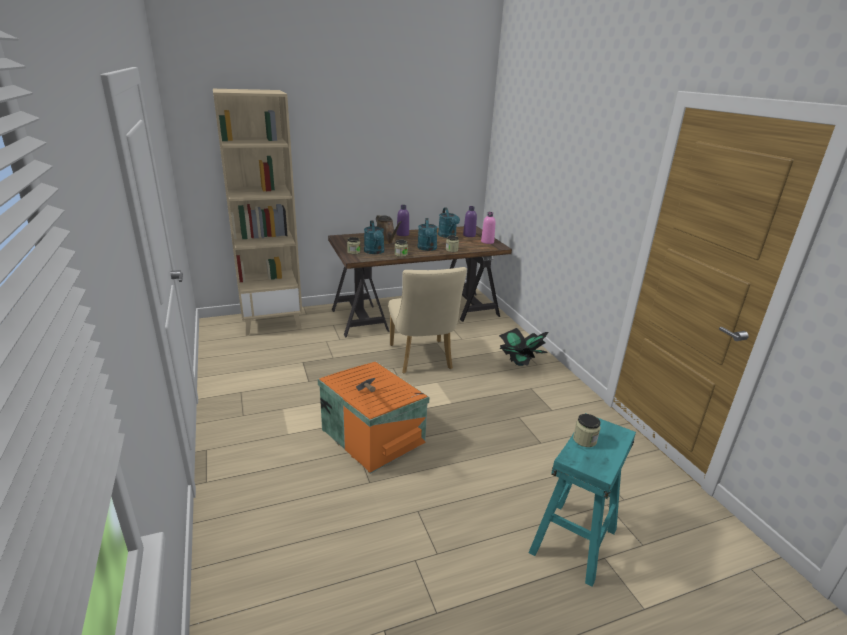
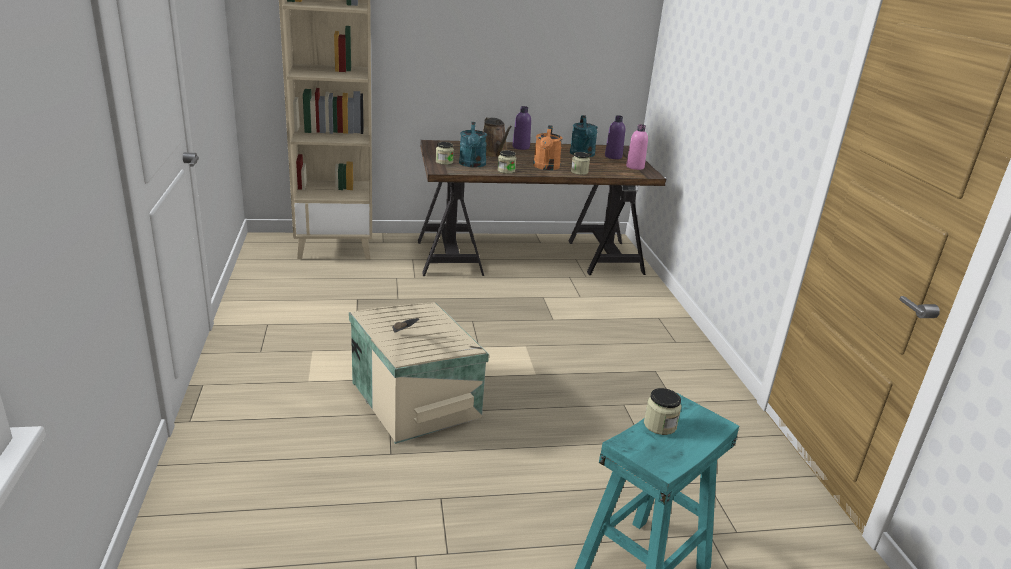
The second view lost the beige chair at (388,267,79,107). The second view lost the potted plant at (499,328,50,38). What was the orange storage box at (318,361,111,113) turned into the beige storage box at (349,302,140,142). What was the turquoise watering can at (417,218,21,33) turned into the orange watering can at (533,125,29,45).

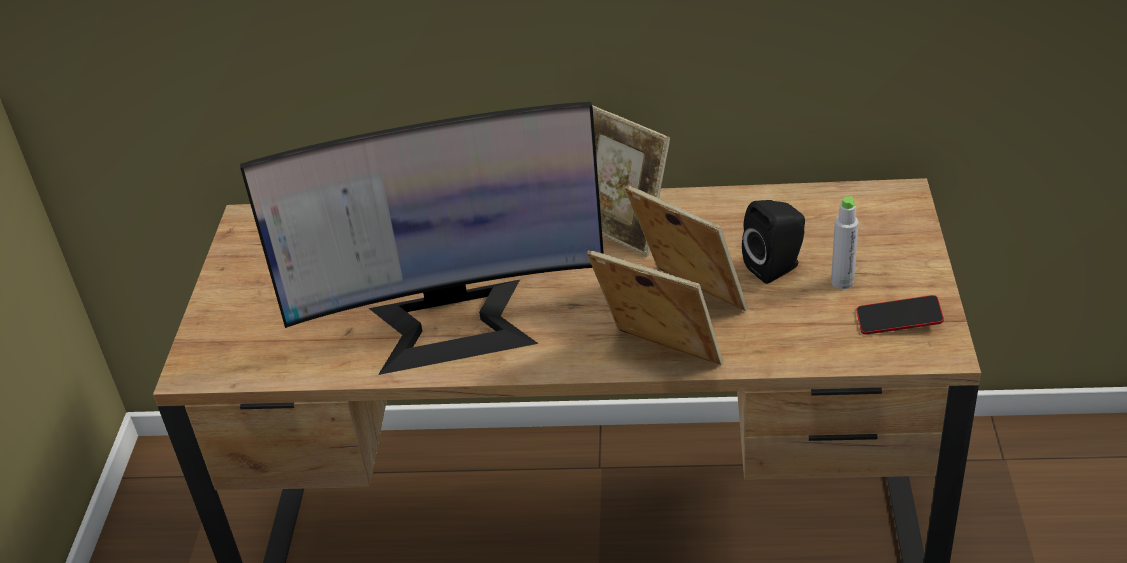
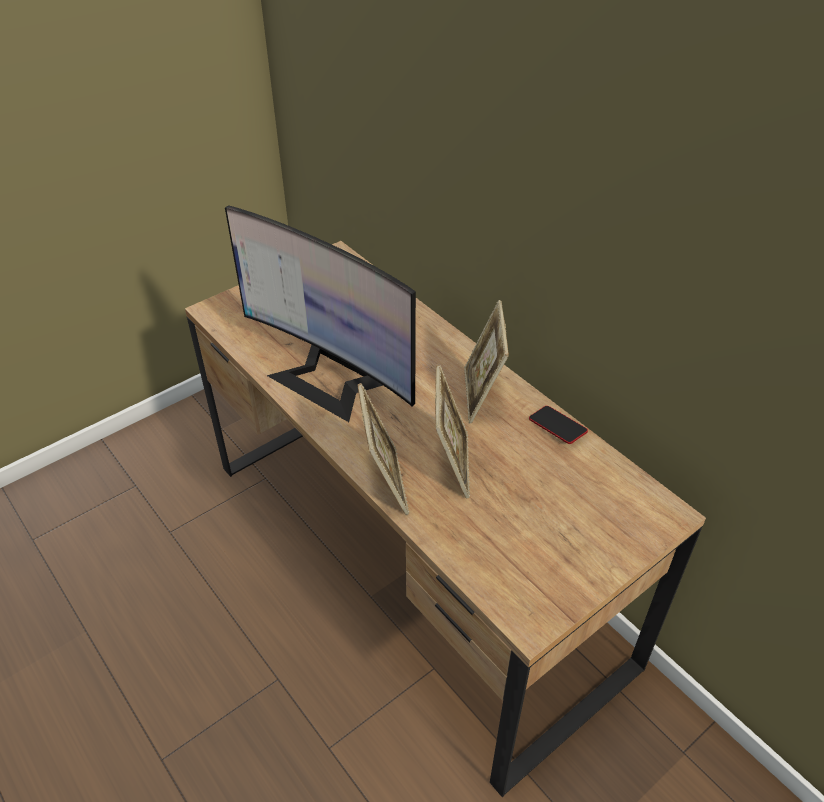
The second view lost the black speaker at (742,200,63,84). The second view lost the grey bottle at (831,196,28,93). The phone ended up elsewhere, having gone from (856,295,88,40) to (529,406,59,38).

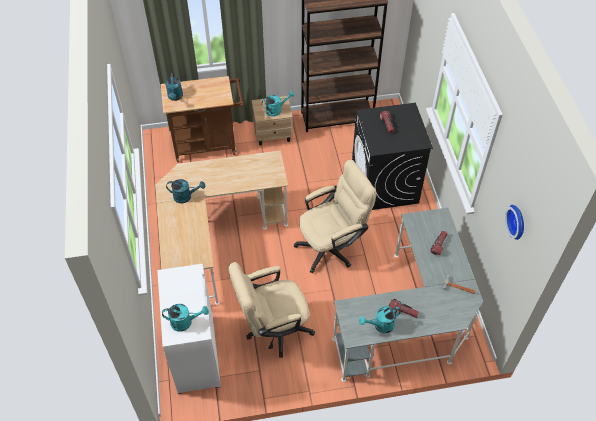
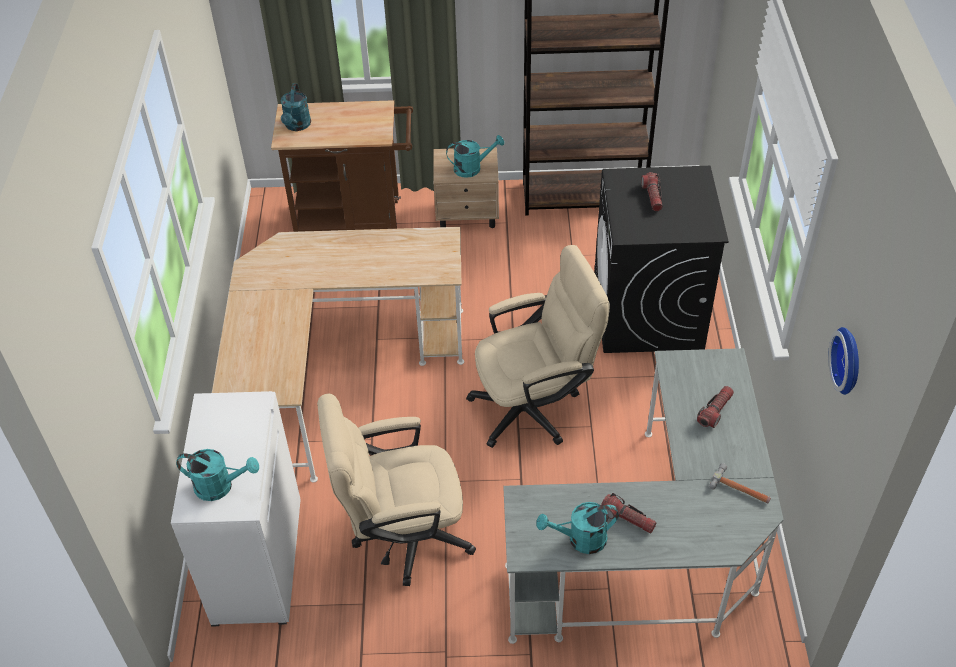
The second view lost the turquoise watering can at (166,179,39,24).

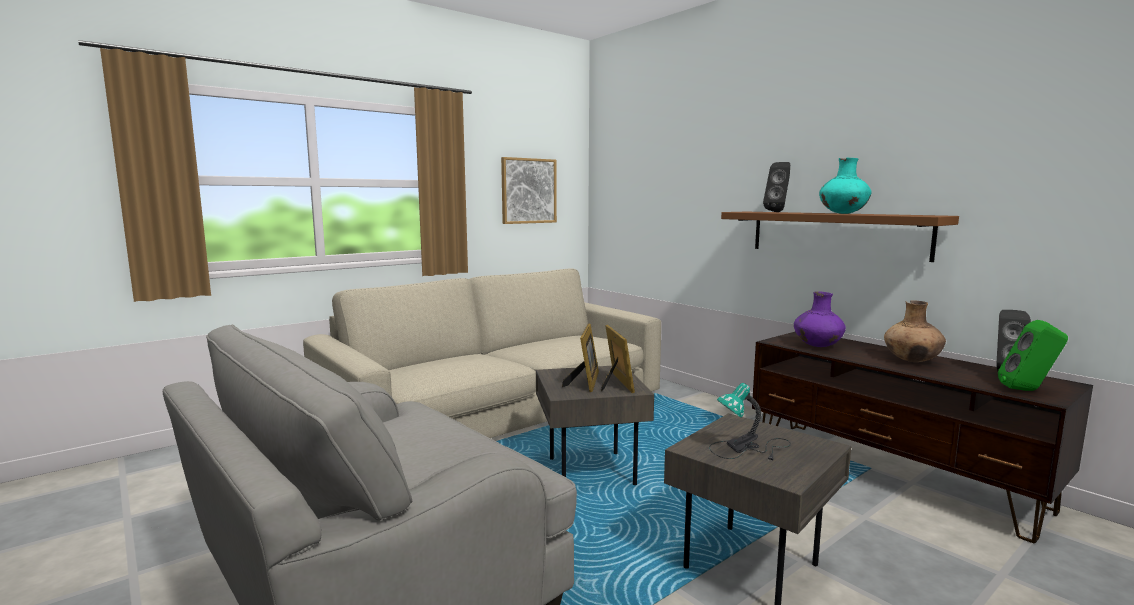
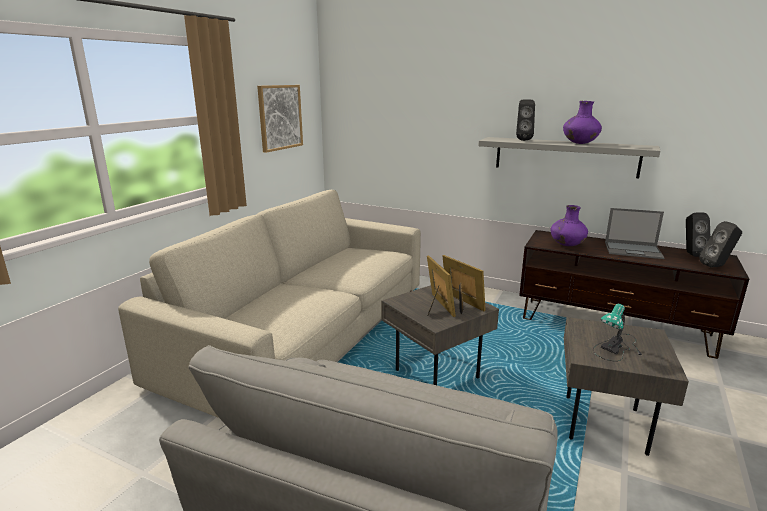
Where the brown vase stood at (884,300,62,62), the laptop came to stand at (605,208,59,51). What was the brown shelf at (721,212,238,50) turned into the grey shelf at (478,137,182,41). What was the turquoise vase at (819,158,53,56) turned into the purple vase at (563,101,39,43). What was the green speaker at (998,320,70,71) turned into the black speaker at (699,221,43,47).

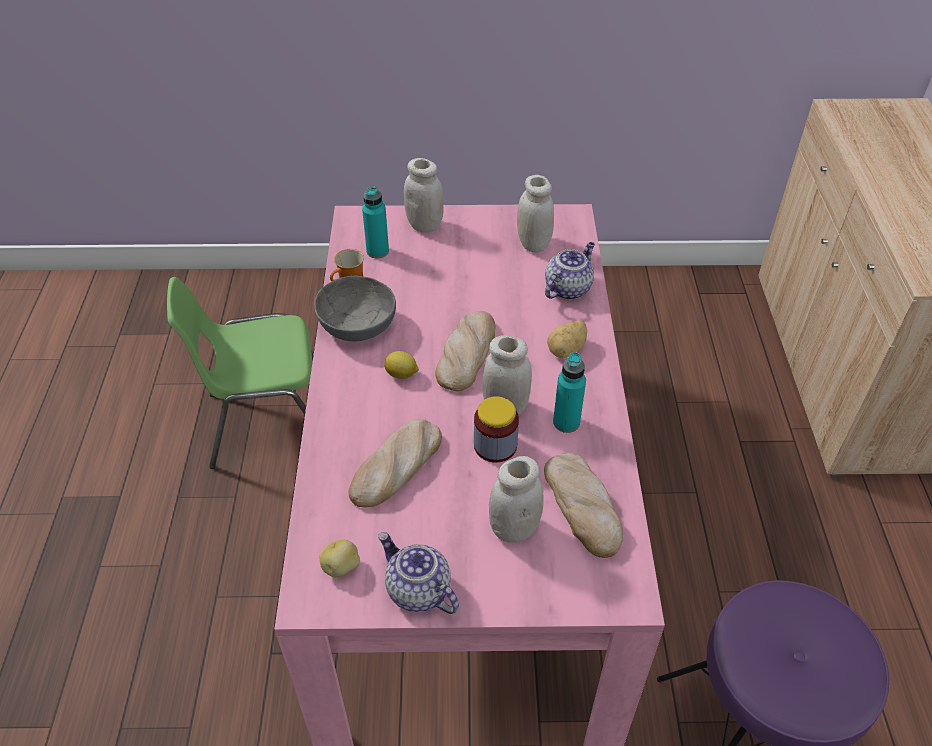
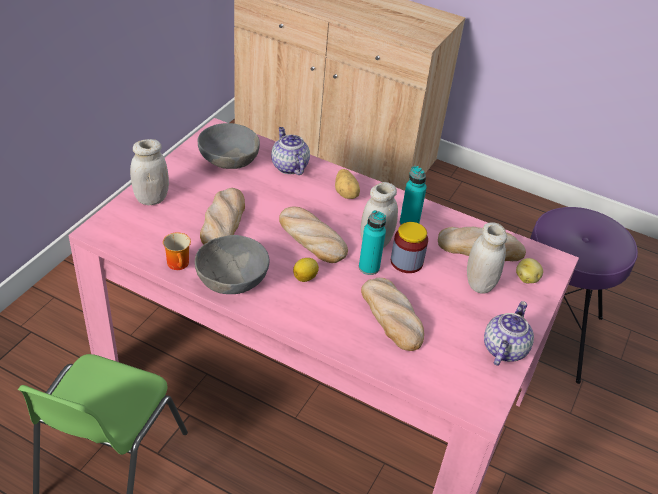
The second view gained the bread at (200,188,45,57). The potato ended up elsewhere, having gone from (320,539,40,38) to (516,258,27,25). The turquoise bottle ended up elsewhere, having gone from (362,186,27,73) to (359,210,27,65). Where the white jar stood at (517,175,37,78), the grey bowl came to stand at (198,123,62,46). The teapot at (378,532,81,82) ended up facing another way, 135 degrees clockwise from before.

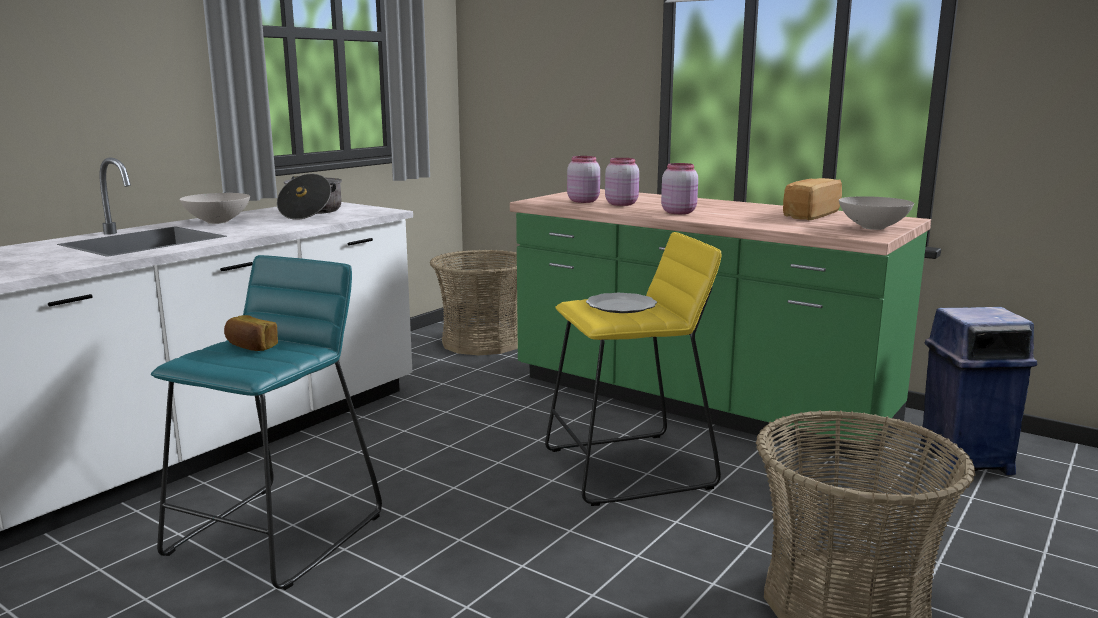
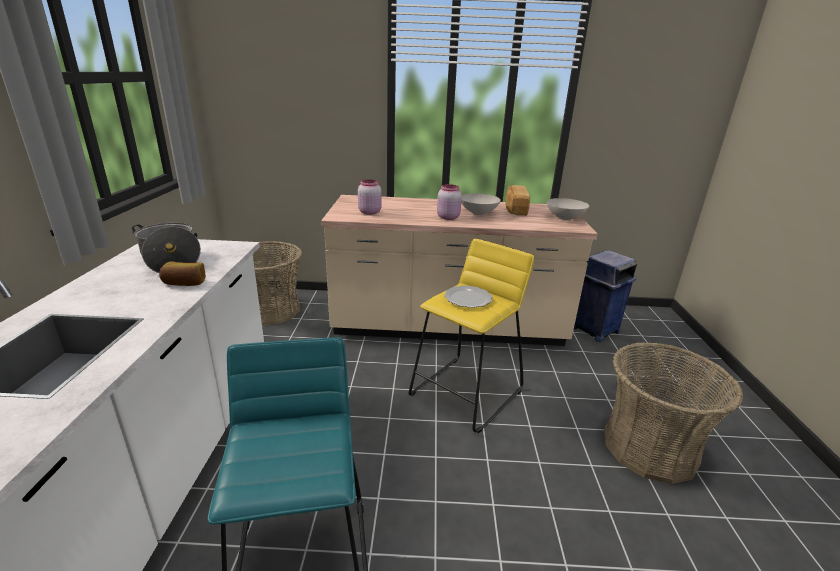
The second view lost the pink jar at (605,158,34,48). The white bowl ended up elsewhere, having gone from (180,193,70,31) to (461,194,40,21). The bread ended up elsewhere, having gone from (224,315,54,36) to (159,261,47,25). What was the green counter at (510,189,421,275) turned into the beige counter at (321,195,277,151).

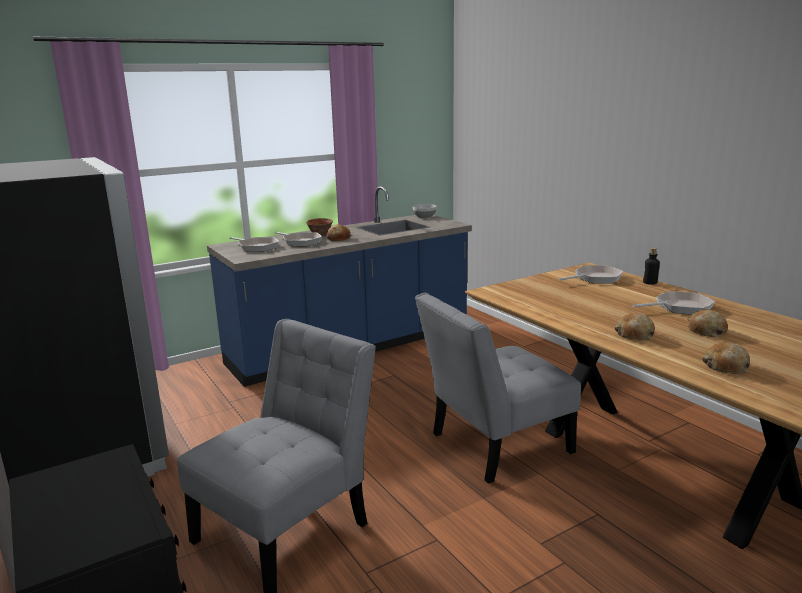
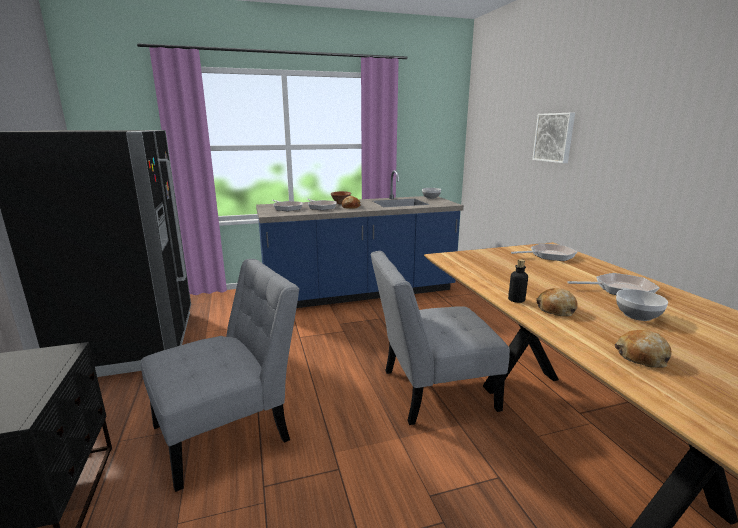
The second view gained the picture at (532,113,43,50). The bottle ended up elsewhere, having gone from (643,248,17,37) to (508,259,20,44). Where the bread stood at (688,310,40,27), the bowl came to stand at (616,289,52,32).

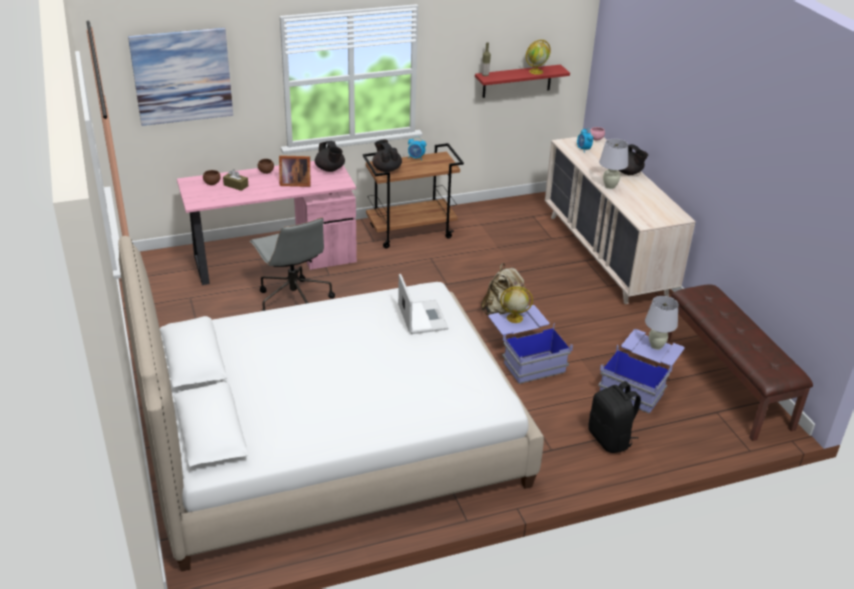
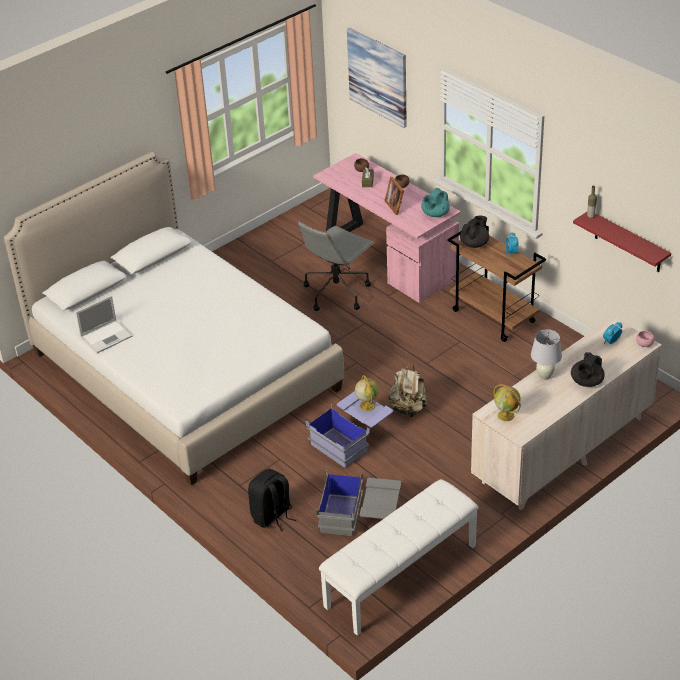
The second view lost the white table lamp at (645,296,33,54). The laptop ended up elsewhere, having gone from (398,274,50,60) to (75,296,57,58). The globe ended up elsewhere, having gone from (526,40,25,35) to (494,384,27,37). What was the black teapot at (315,141,30,31) turned into the turquoise teapot at (421,188,29,29). What was the blue storage box at (598,329,87,84) turned into the grey storage box at (316,470,85,66). What was the brown bench at (667,285,146,156) turned into the white bench at (319,479,160,157).

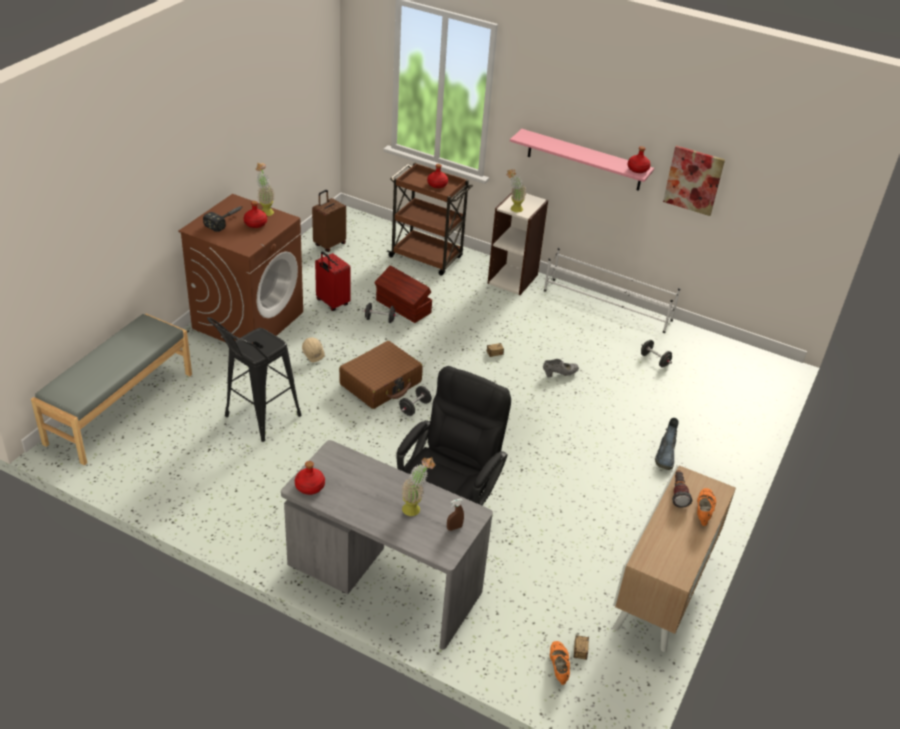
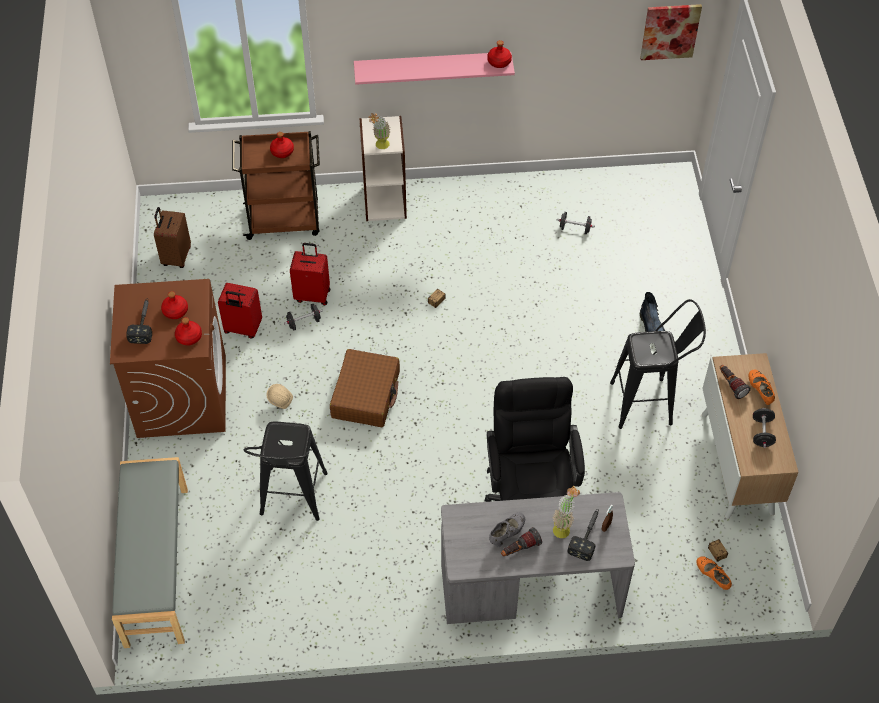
The second view lost the potted plant at (256,163,19,53). The second view lost the white shoe rack at (544,248,136,85). The second view gained the flashlight at (501,527,41,29). The second view gained the hammer at (567,509,32,52). The second view gained the black stool at (610,299,96,130). The red bottle ended up elsewhere, having gone from (295,461,30,34) to (175,317,27,29). The black dumbbell ended up elsewhere, having gone from (399,386,32,30) to (753,408,23,40). The grey shoe ended up elsewhere, having gone from (543,359,36,18) to (489,512,36,35). The picture ended up elsewhere, having gone from (663,146,62,70) to (640,4,62,56). Where the brown storage box stood at (374,265,58,58), the red suitcase came to stand at (290,243,41,62).

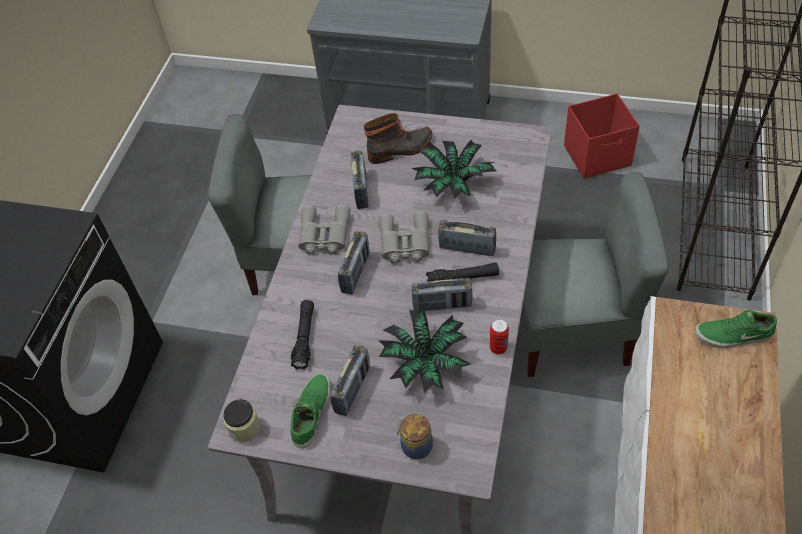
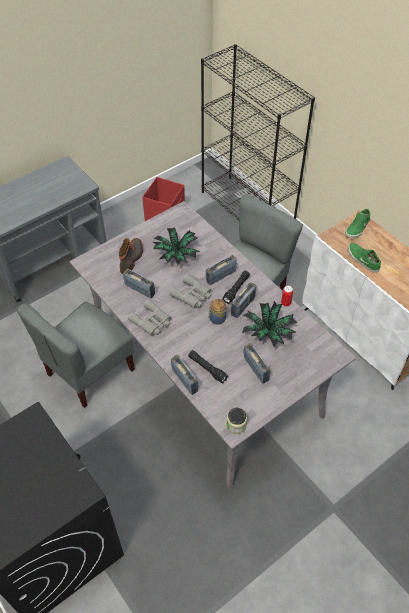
The green shoe ended up elsewhere, having gone from (291,374,40,74) to (348,243,33,30). The radio ended up elsewhere, having gone from (338,231,31,63) to (171,355,28,40). The jar ended up elsewhere, having gone from (397,414,36,46) to (208,299,18,26).

